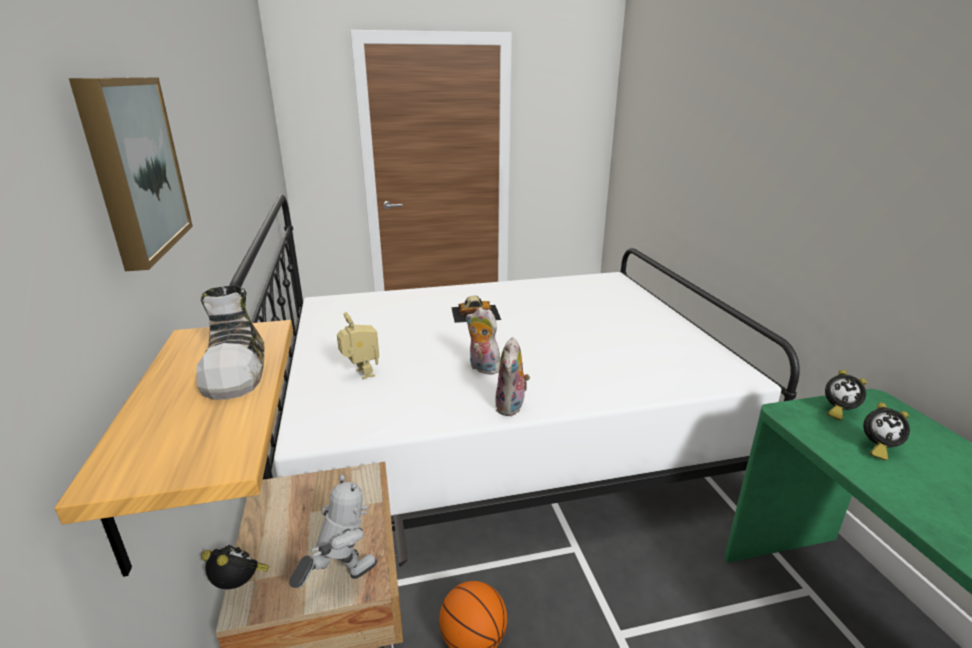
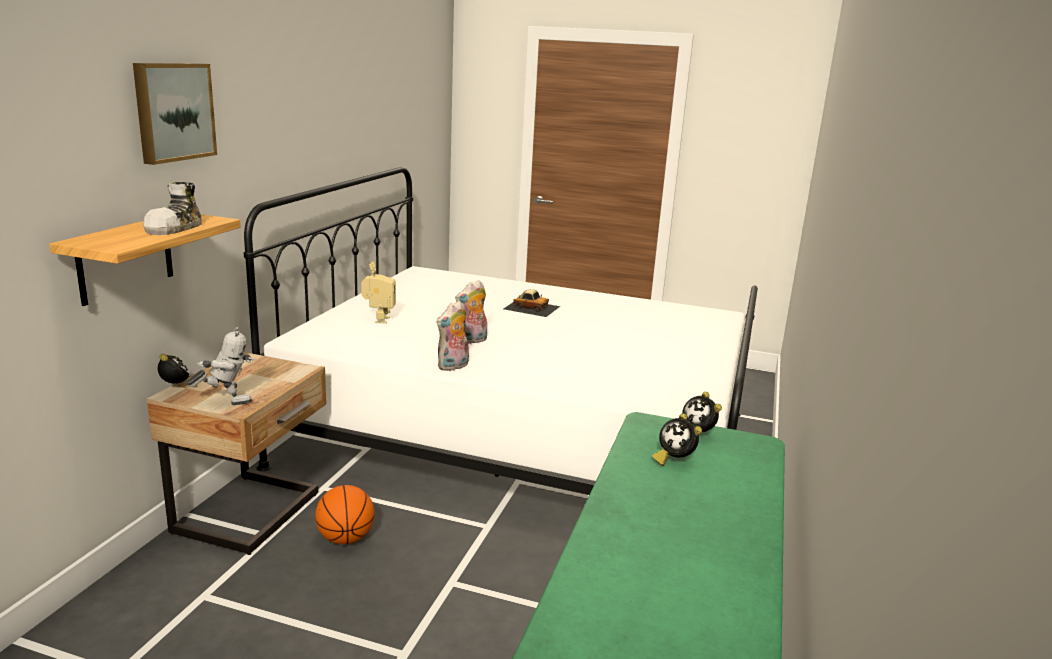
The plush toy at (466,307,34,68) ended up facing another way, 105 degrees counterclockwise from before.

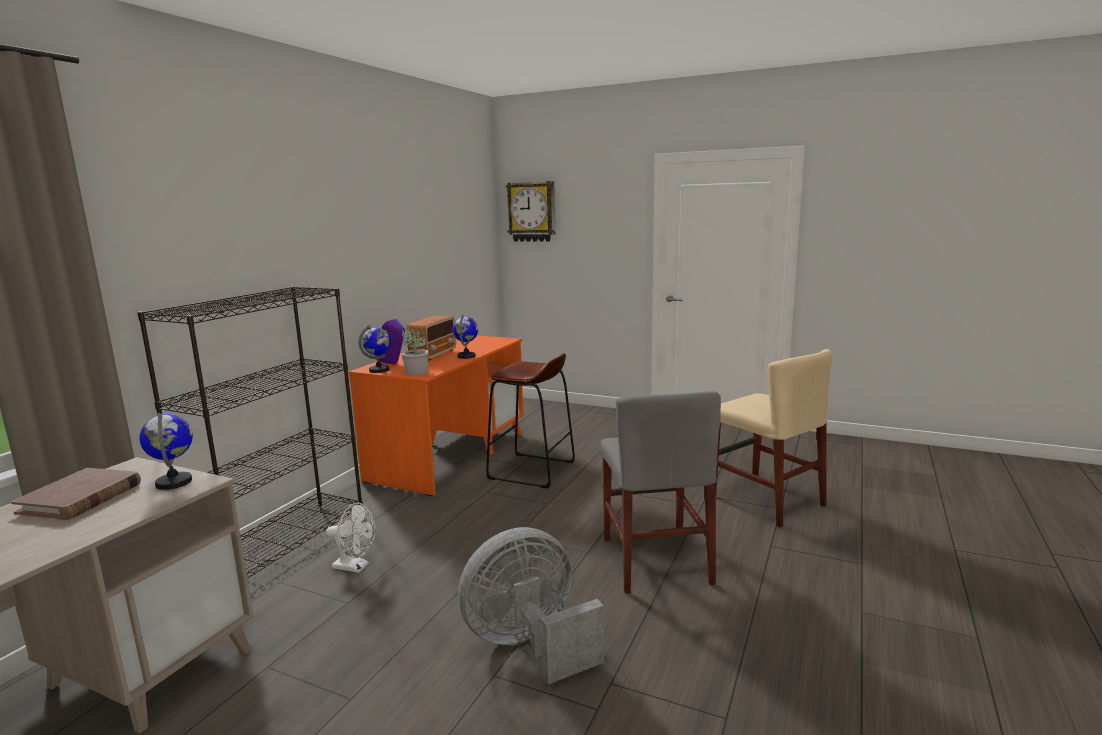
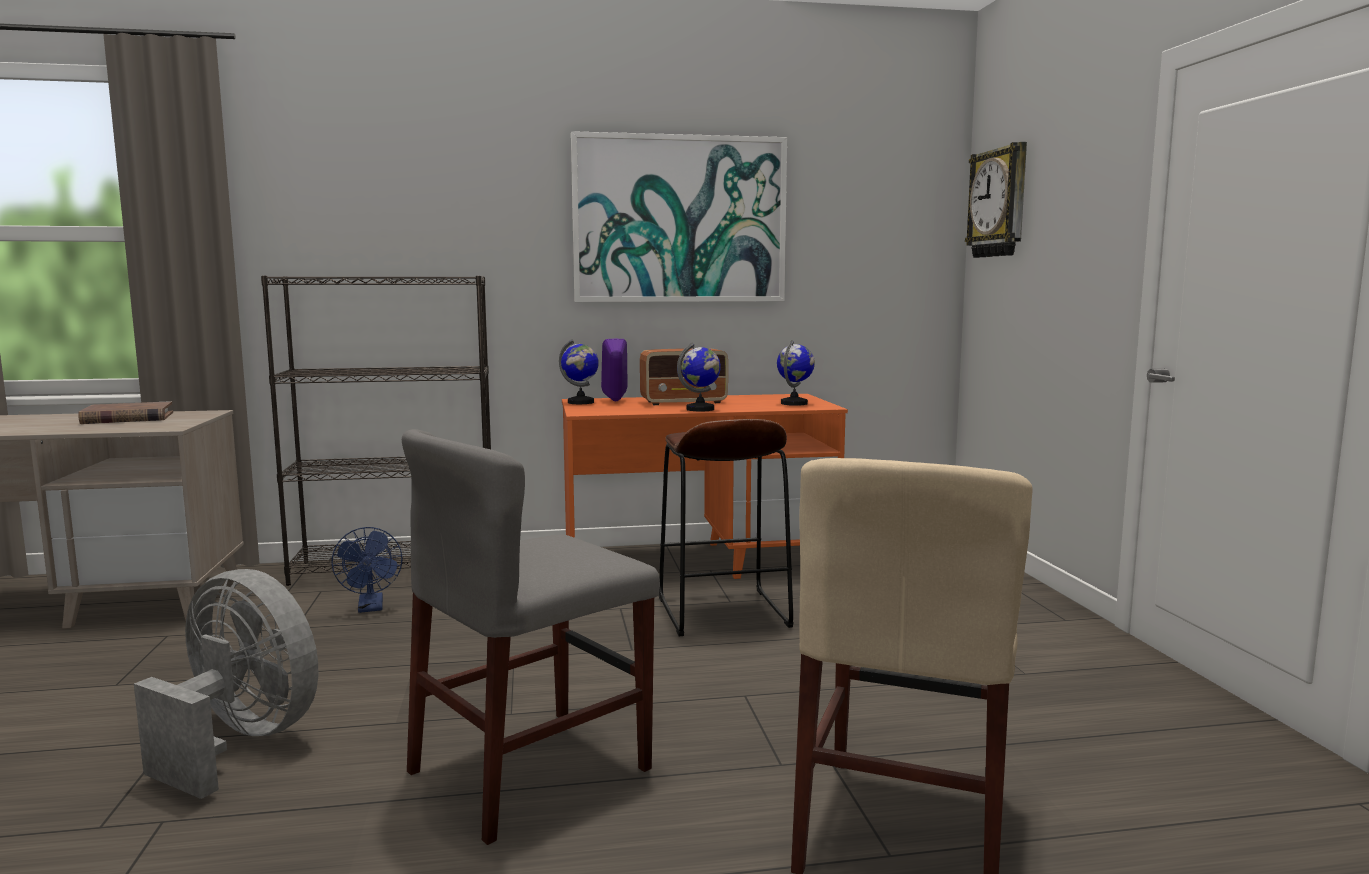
The second view lost the potted plant at (402,325,27,50). The second view gained the picture at (571,131,216,171). The globe ended up elsewhere, having gone from (139,413,54,77) to (777,340,38,66). What was the white fan at (326,503,50,70) turned into the blue fan at (331,527,72,86).

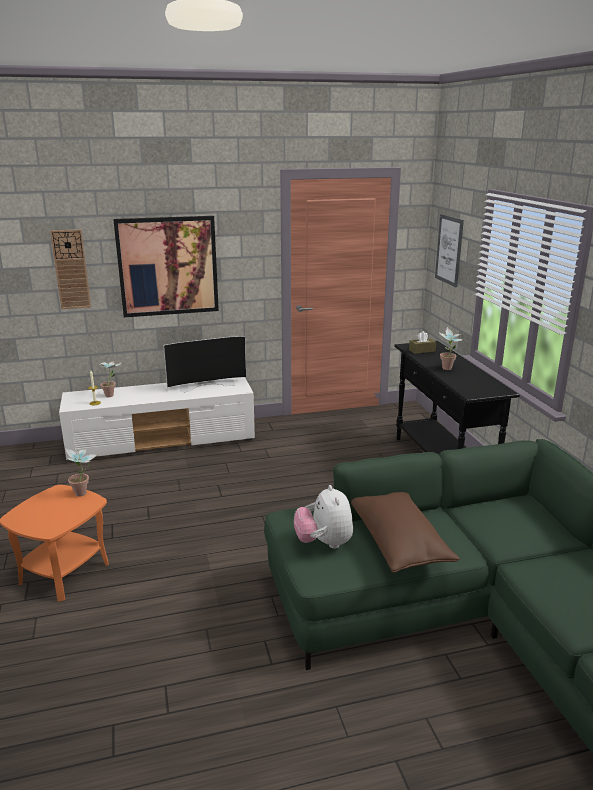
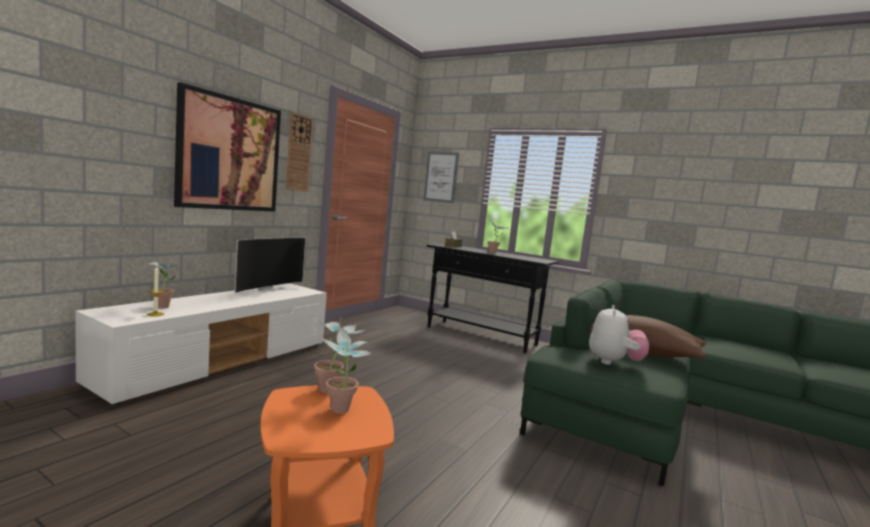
The second view gained the potted plant at (323,327,49,87). The wall clock ended up elsewhere, having gone from (50,229,41,80) to (286,112,27,80). The plush toy at (294,485,59,64) ended up facing another way, 105 degrees counterclockwise from before.

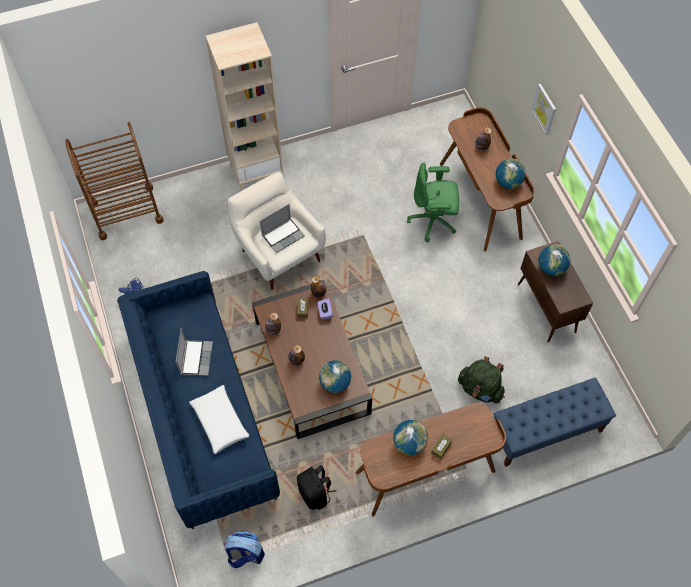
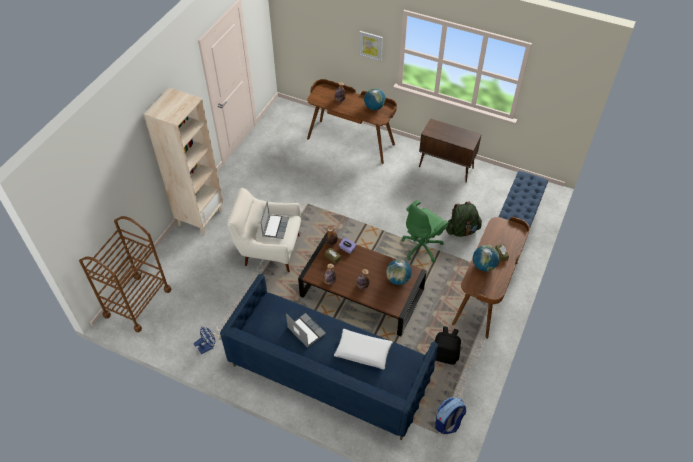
The second view lost the globe at (539,244,31,32). The green office chair ended up elsewhere, having gone from (407,163,52,79) to (401,200,48,63).

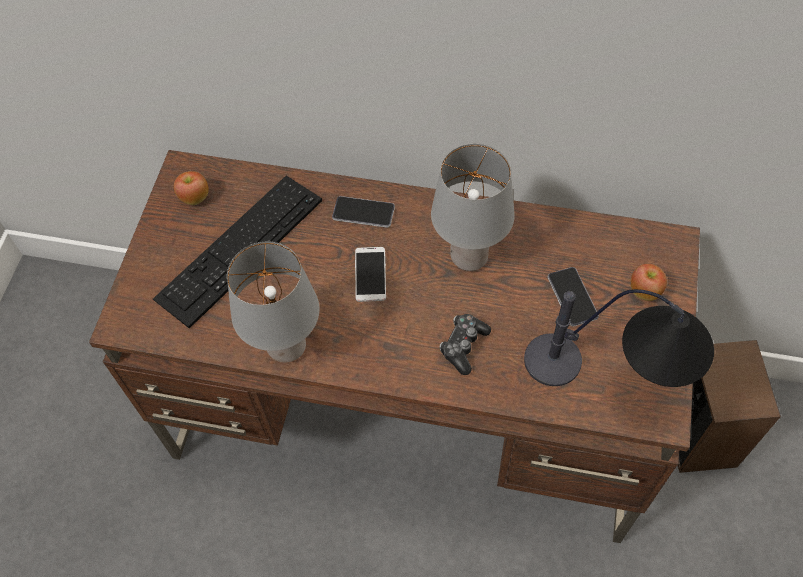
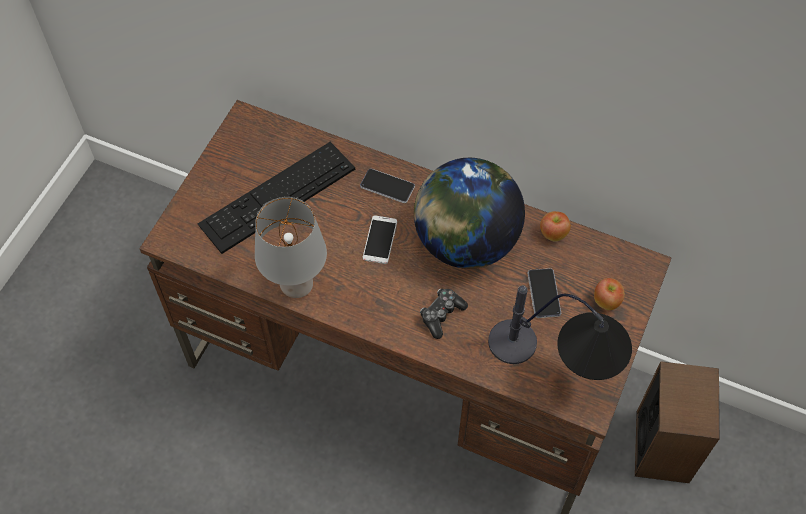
The apple ended up elsewhere, having gone from (174,171,35,34) to (540,211,31,31). Where the grey table lamp stood at (431,144,84,127), the globe came to stand at (414,158,111,111).

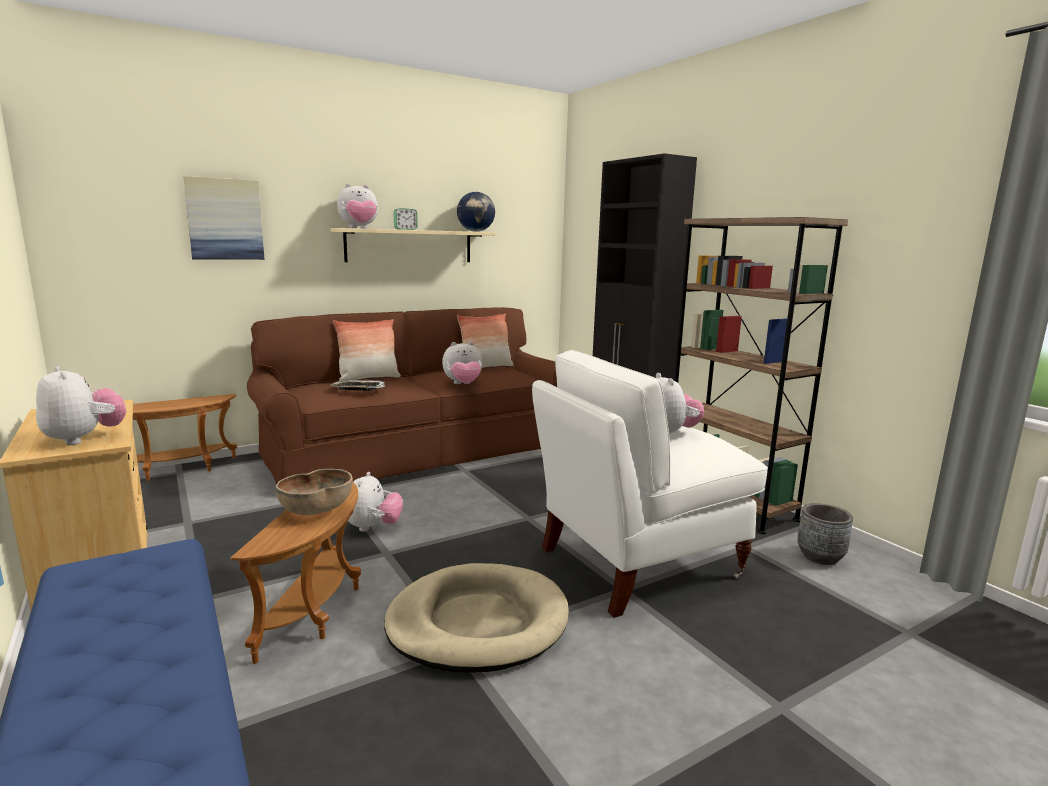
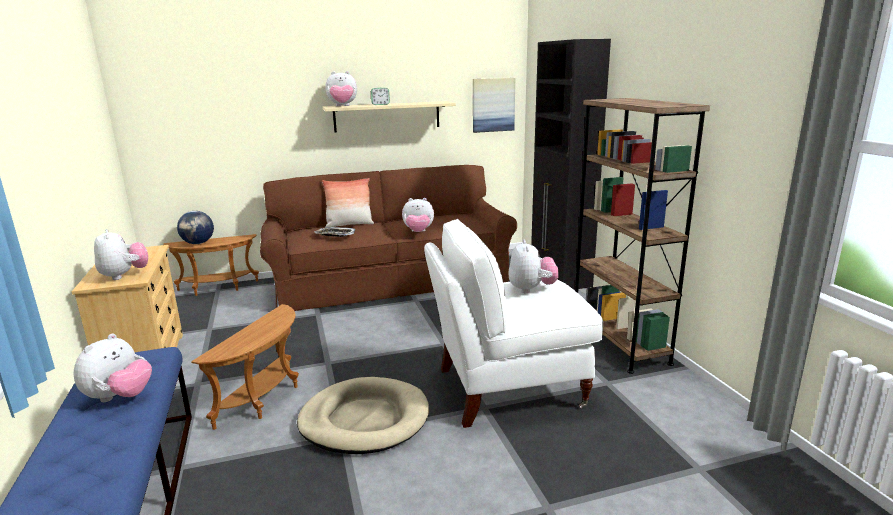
The second view lost the brown bowl at (276,469,77,46). The second view lost the pillow at (457,313,57,55). The second view lost the grey planter at (797,503,56,62). The picture ended up elsewhere, having gone from (183,176,82,84) to (473,78,42,55). The plush toy ended up elsewhere, having gone from (348,472,55,60) to (74,334,78,68). The globe ended up elsewhere, having gone from (457,192,38,40) to (177,211,37,33).

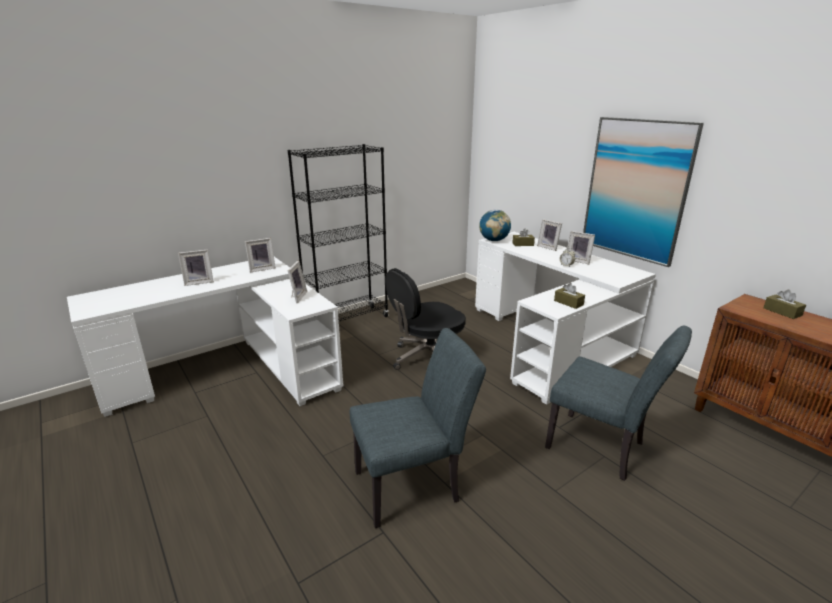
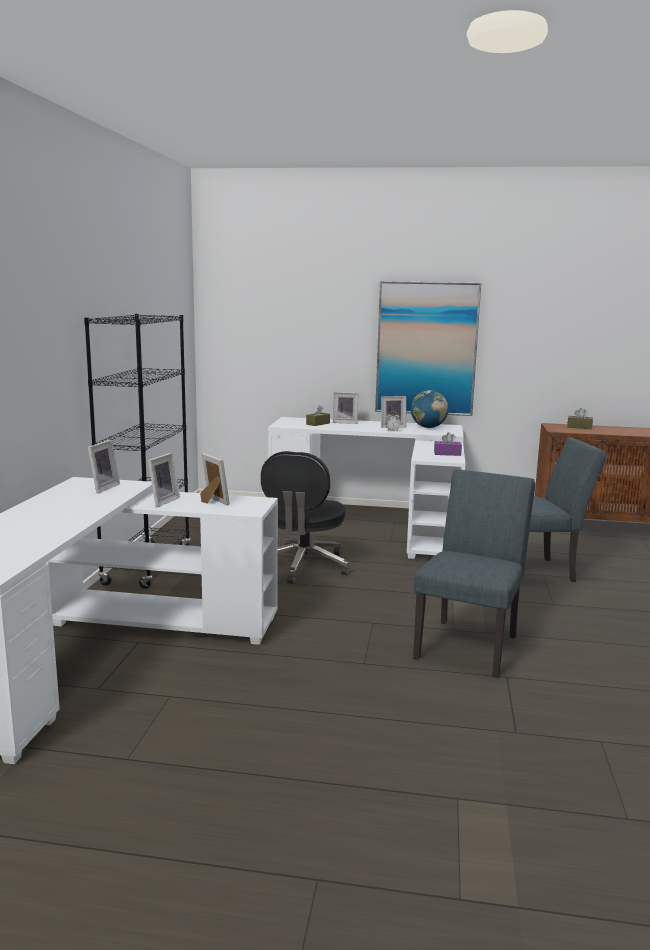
The picture frame ended up elsewhere, having gone from (178,250,36,36) to (148,453,32,54). The globe ended up elsewhere, having gone from (479,210,32,31) to (411,390,37,38). What was the brown tissue box at (554,283,31,26) turned into the purple tissue box at (434,432,28,24).

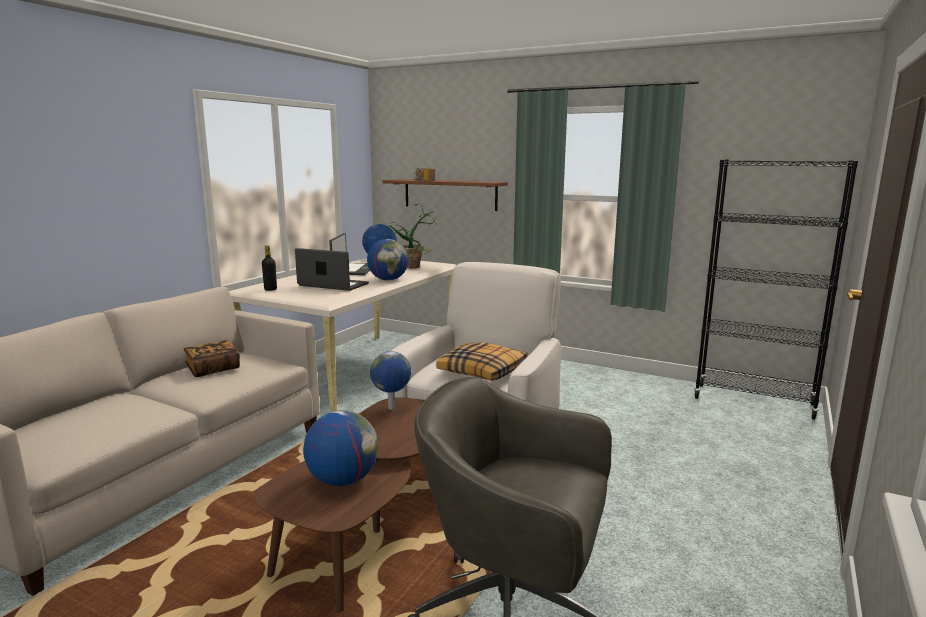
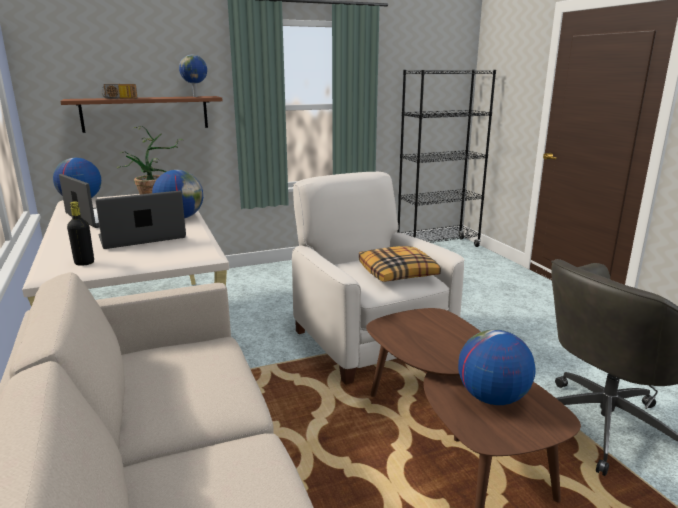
The second view lost the book at (184,340,56,37). The globe ended up elsewhere, having gone from (370,351,41,59) to (179,55,28,42).

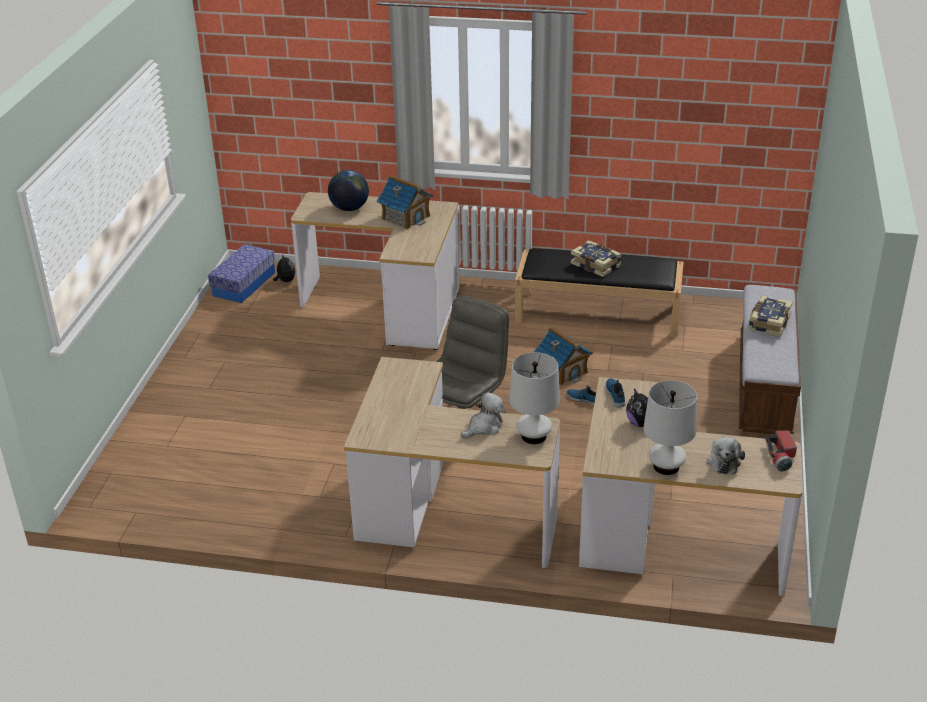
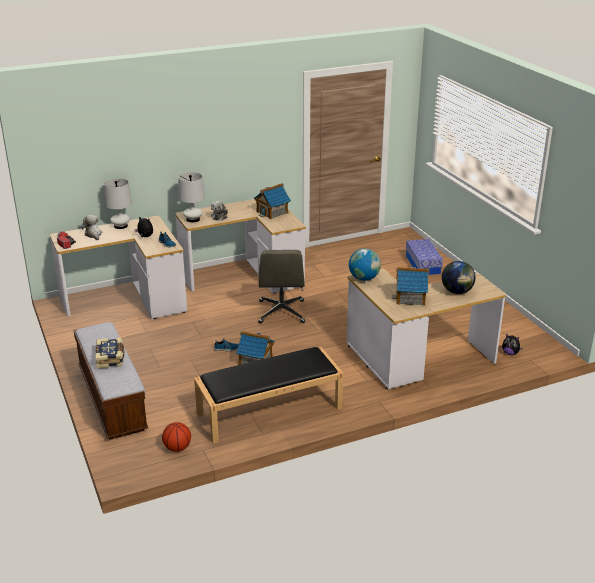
The second view lost the book at (571,240,51,37). The second view gained the basketball at (162,422,29,30). The second view gained the toy house at (254,183,37,36). The second view gained the globe at (349,249,32,32). The storage box ended up elsewhere, having gone from (208,244,67,59) to (406,239,37,36).

